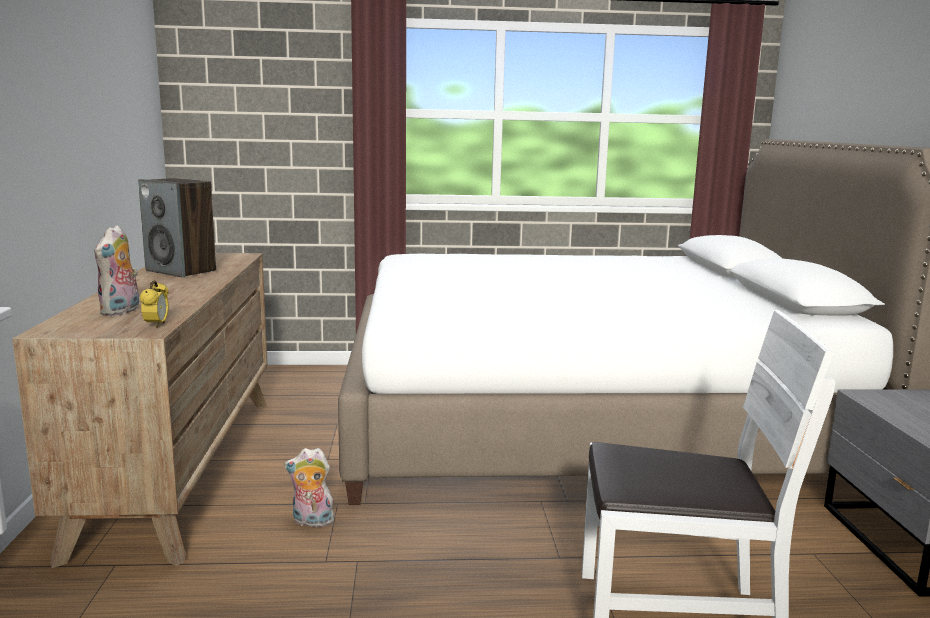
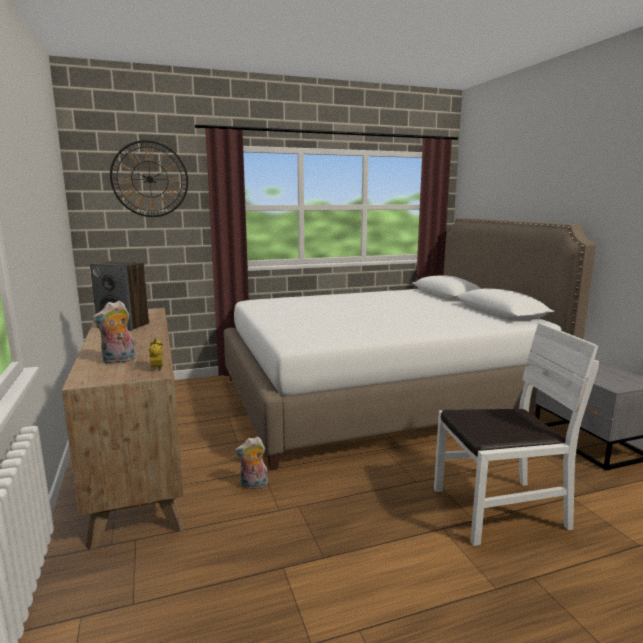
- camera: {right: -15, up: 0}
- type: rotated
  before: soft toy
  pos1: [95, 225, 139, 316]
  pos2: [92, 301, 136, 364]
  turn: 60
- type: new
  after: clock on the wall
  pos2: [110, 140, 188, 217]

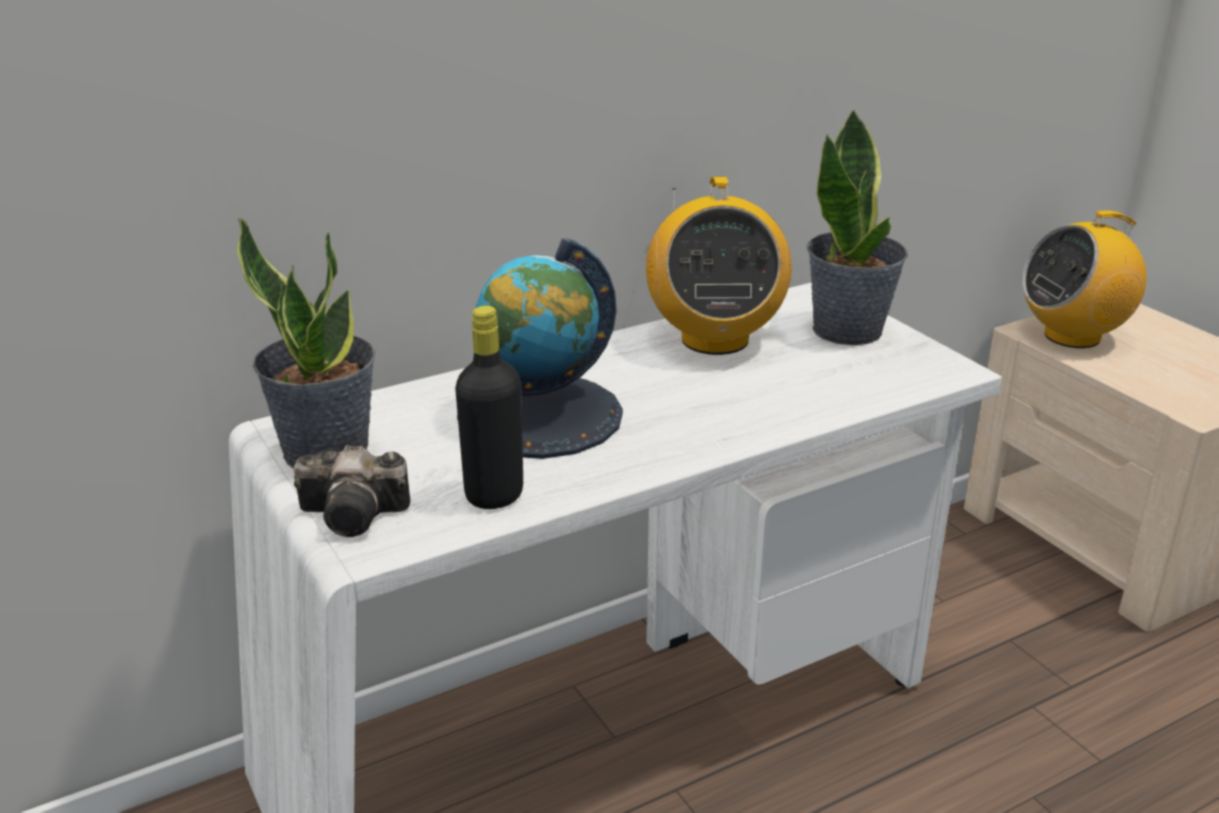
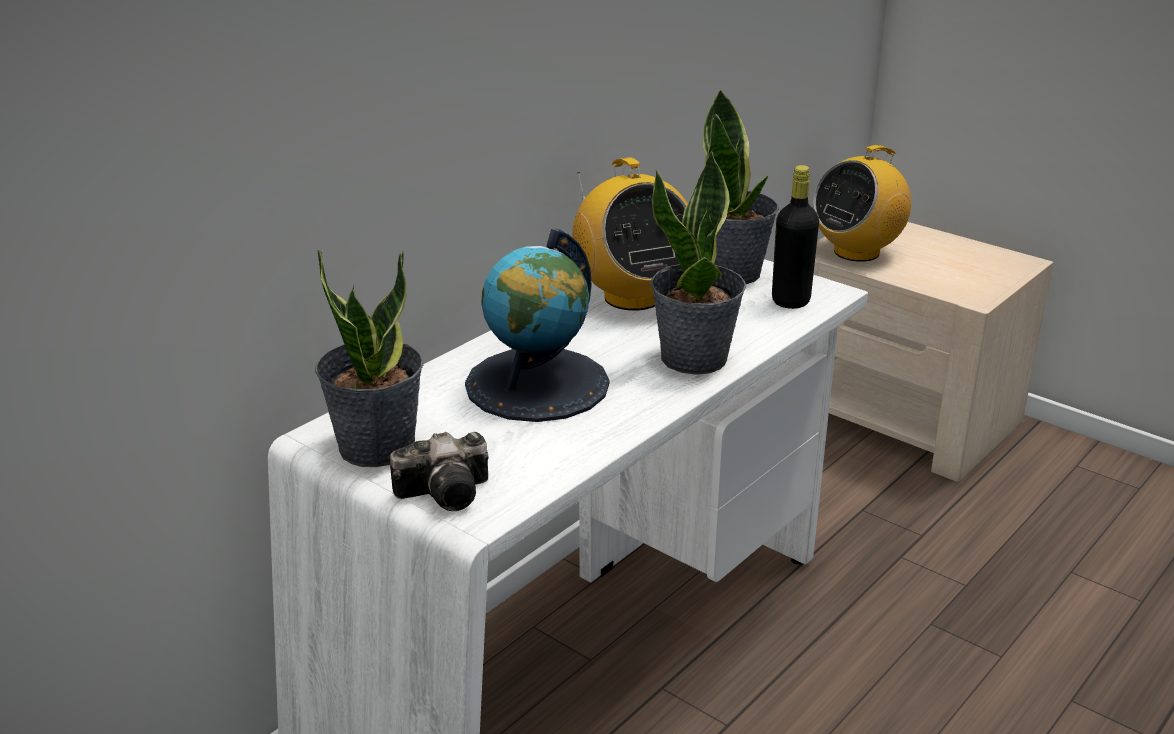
- camera: {right: -20, up: 0}
- type: new
  after: potted plant
  pos2: [651, 151, 746, 375]
- type: shifted
  before: drink bottle (black-coloured)
  pos1: [455, 306, 523, 509]
  pos2: [772, 165, 819, 309]

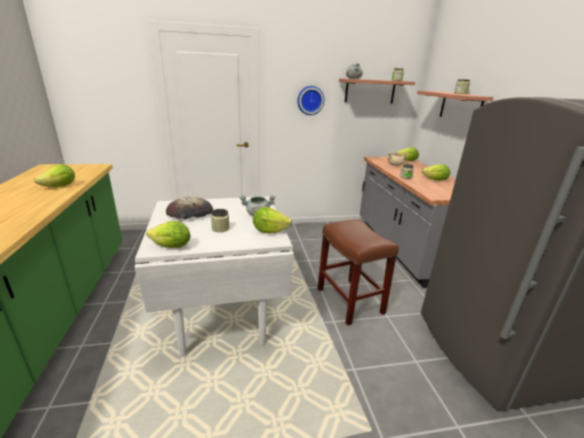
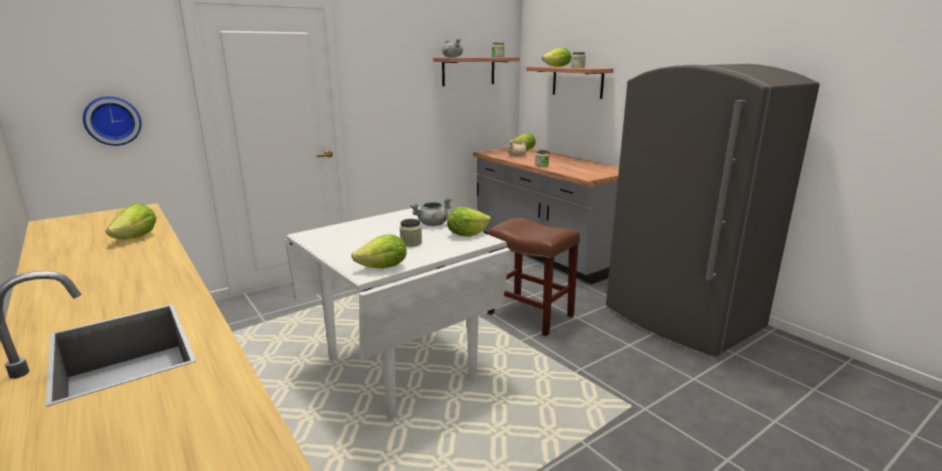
- camera: {right: -25, up: -5}
- type: shifted
  before: clock on the wall
  pos1: [297, 86, 325, 115]
  pos2: [83, 96, 142, 146]
- type: shifted
  before: head of lettuce
  pos1: [422, 164, 450, 181]
  pos2: [542, 47, 571, 67]
- type: gone
  before: bakery bread
  pos1: [166, 197, 213, 220]

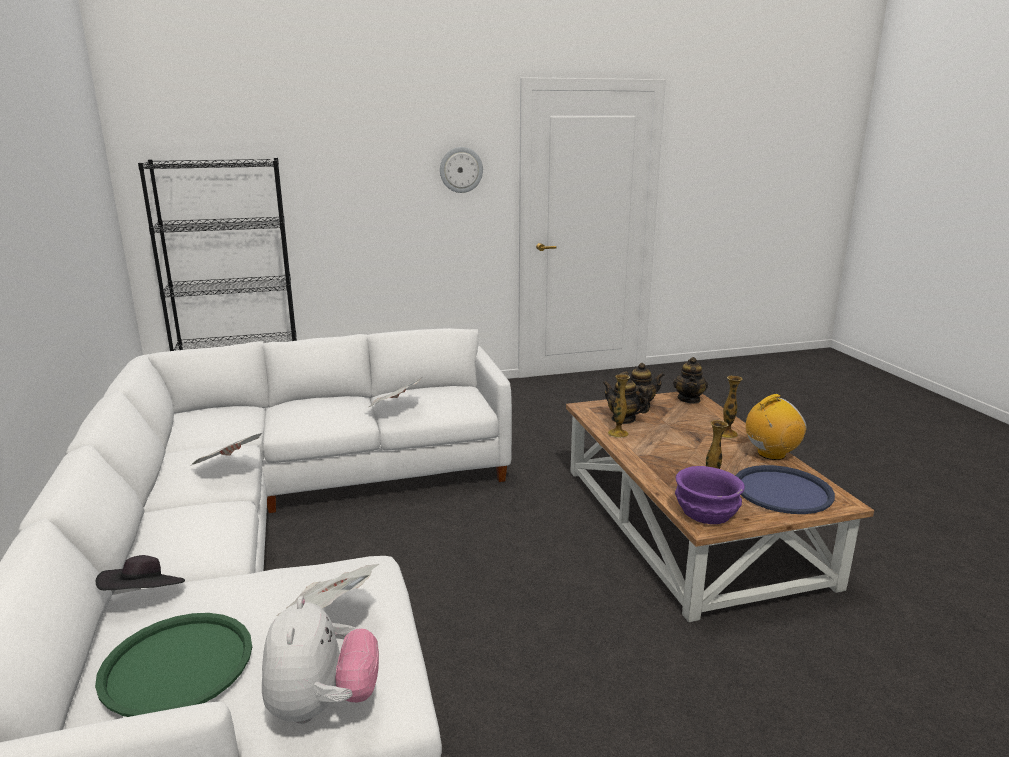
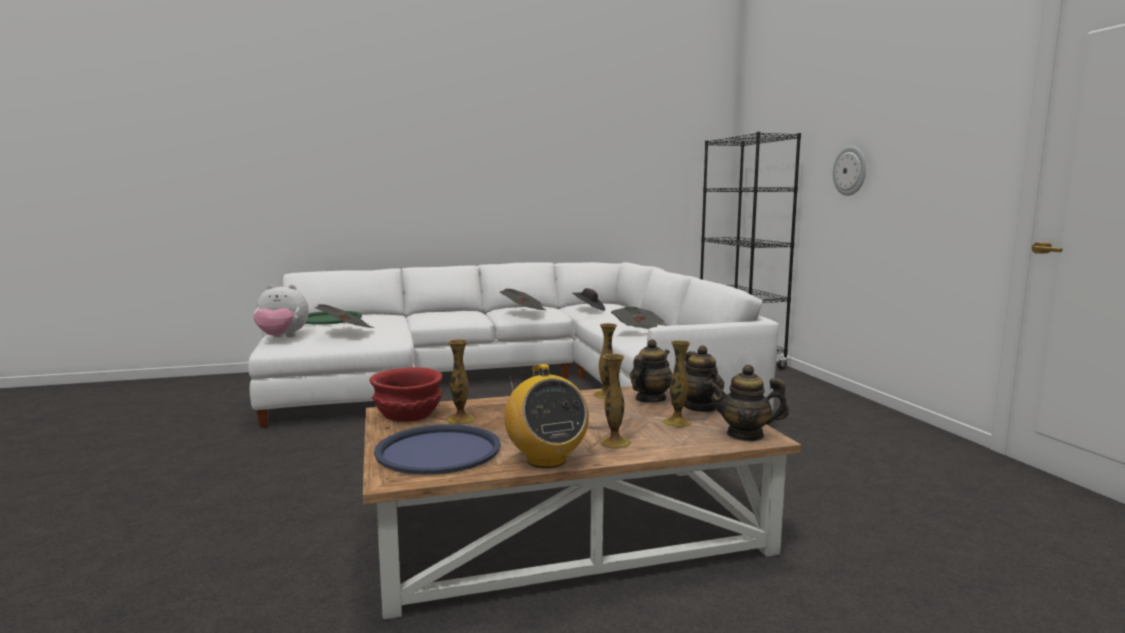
- camera: {right: 90, up: -10}
- type: repainted
  before: bowl (purplish)
  after: bowl (reddish)
  pos1: [675, 466, 745, 524]
  pos2: [369, 367, 442, 422]
- type: shifted
  before: hat (black-coloured)
  pos1: [96, 555, 185, 590]
  pos2: [573, 288, 605, 311]
- type: new
  after: vase
  pos2: [663, 340, 692, 427]
- type: shifted
  before: clock on the wall
  pos1: [440, 147, 483, 193]
  pos2: [833, 146, 866, 196]

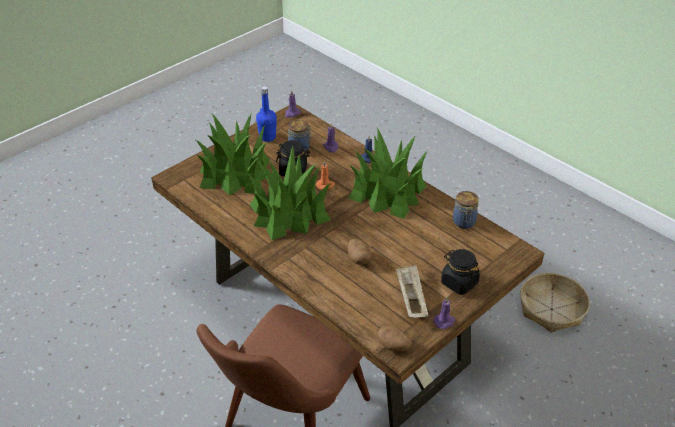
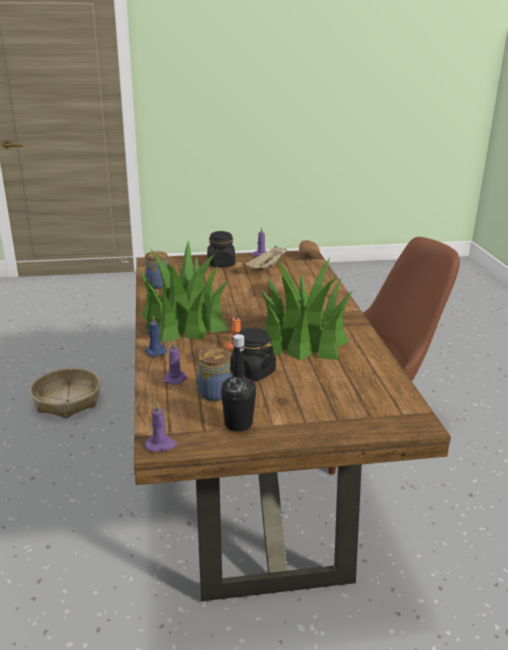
- camera: {right: -145, up: -15}
- type: repainted
  before: drink bottle (blue-coloured)
  after: drink bottle (black-coloured)
  pos1: [256, 86, 277, 142]
  pos2: [221, 334, 256, 432]
- type: gone
  before: potted plant
  pos1: [194, 114, 270, 195]

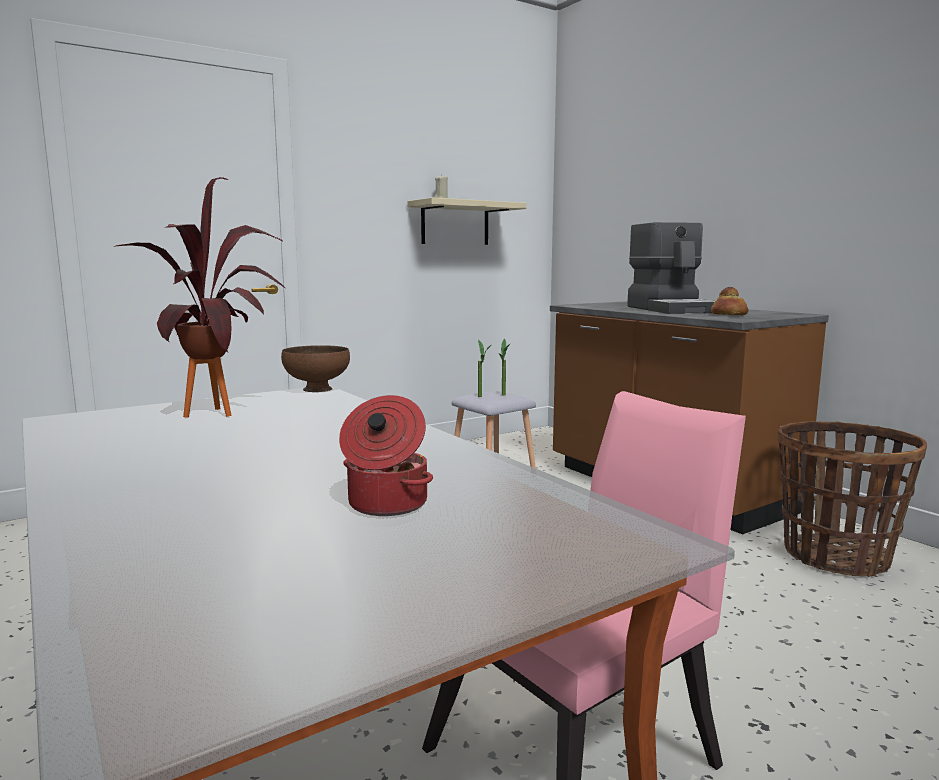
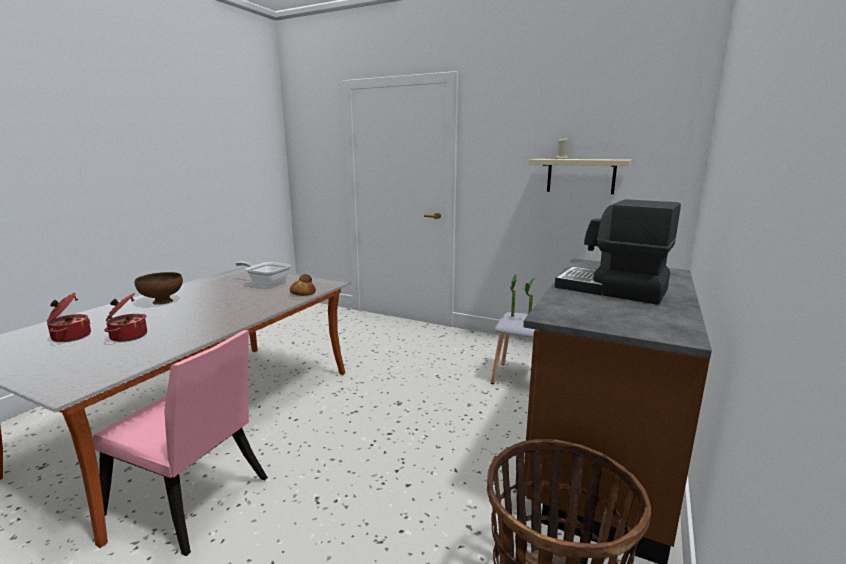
- camera: {right: 60, up: 5}
- type: new
  after: stockpot
  pos2: [47, 293, 91, 342]
- type: shifted
  before: bowl (brown)
  pos1: [281, 345, 350, 392]
  pos2: [135, 272, 183, 305]
- type: swapped
  before: potted plant
  after: pan
  pos1: [116, 177, 285, 417]
  pos2: [236, 261, 291, 287]
- type: shifted
  before: bakery bread
  pos1: [711, 287, 748, 315]
  pos2: [290, 274, 316, 296]
- type: rotated
  before: coffee machine
  pos1: [627, 222, 715, 314]
  pos2: [555, 199, 681, 305]
  turn: 75

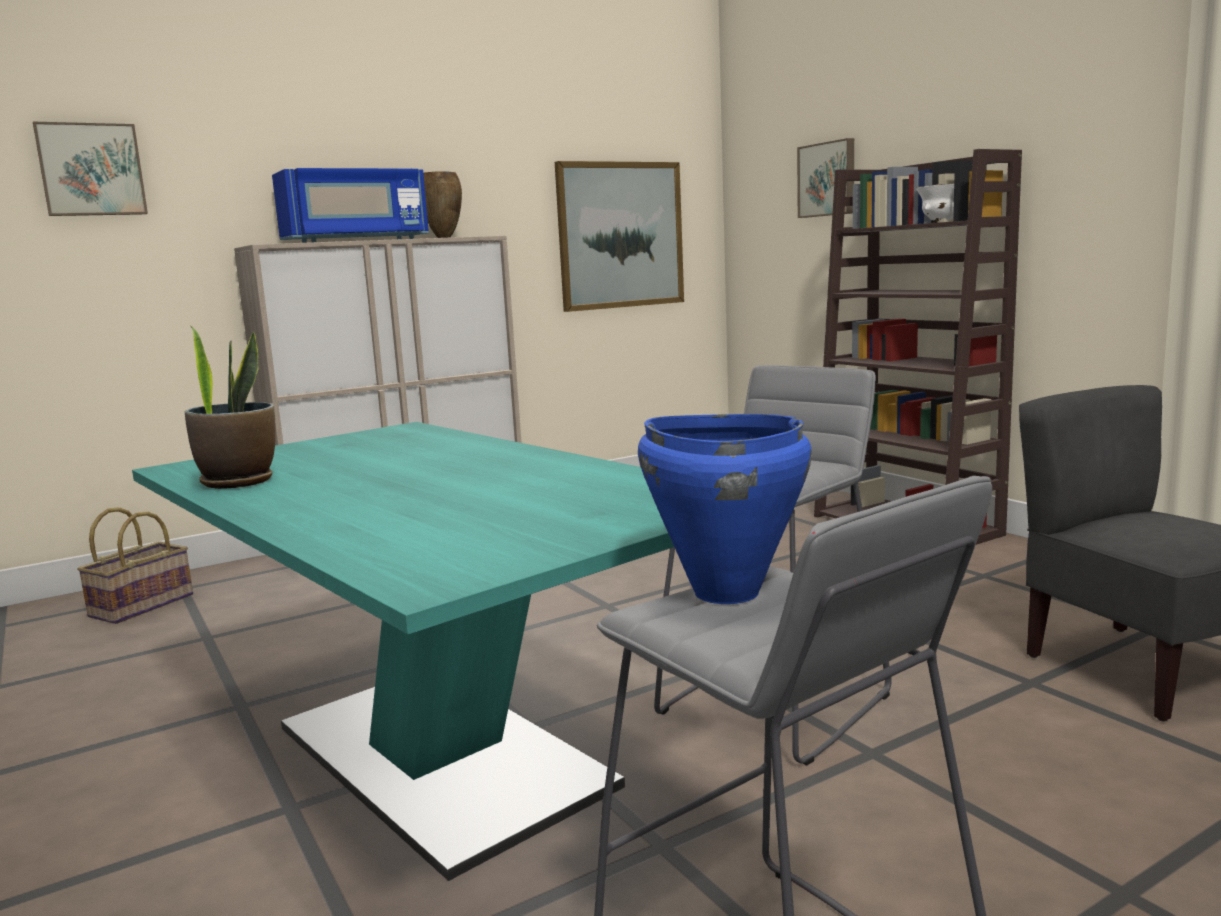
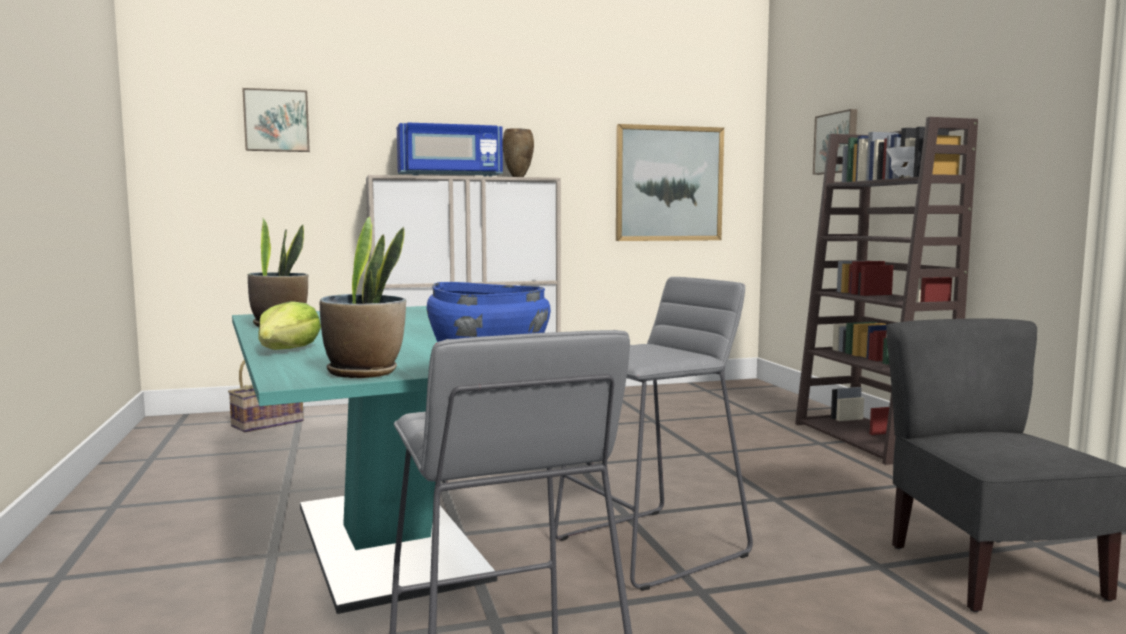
- camera: {right: 15, up: -5}
- type: new
  after: head of lettuce
  pos2: [258, 301, 321, 350]
- type: new
  after: potted plant
  pos2: [320, 216, 406, 378]

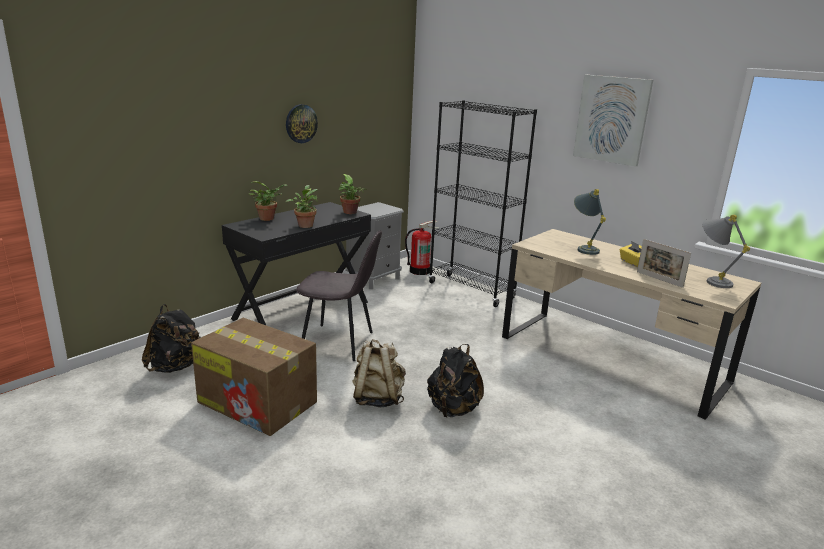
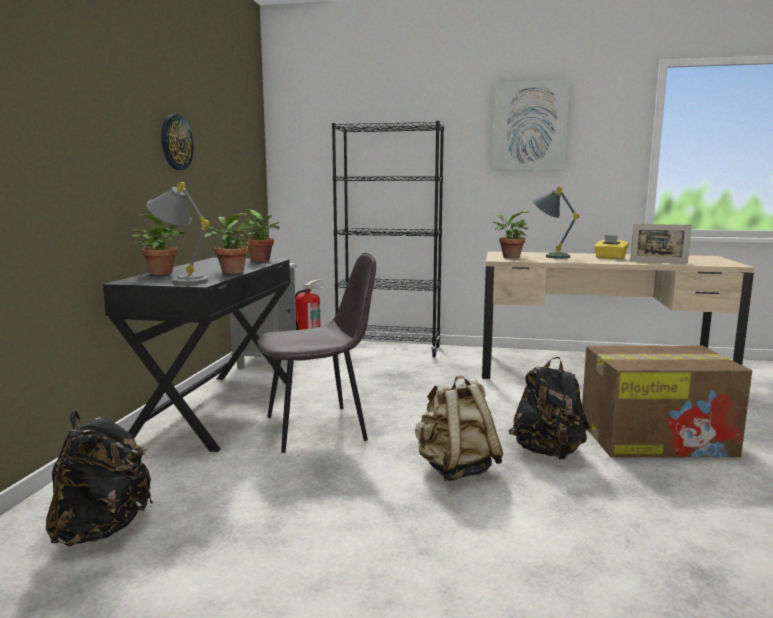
- camera: {right: -30, up: -10}
- type: shifted
  before: lamp for a table (greyish)
  pos1: [702, 215, 750, 288]
  pos2: [147, 182, 209, 285]
- type: new
  after: potted plant
  pos2: [493, 211, 529, 258]
- type: shifted
  before: packing box
  pos1: [191, 318, 317, 436]
  pos2: [582, 346, 752, 458]

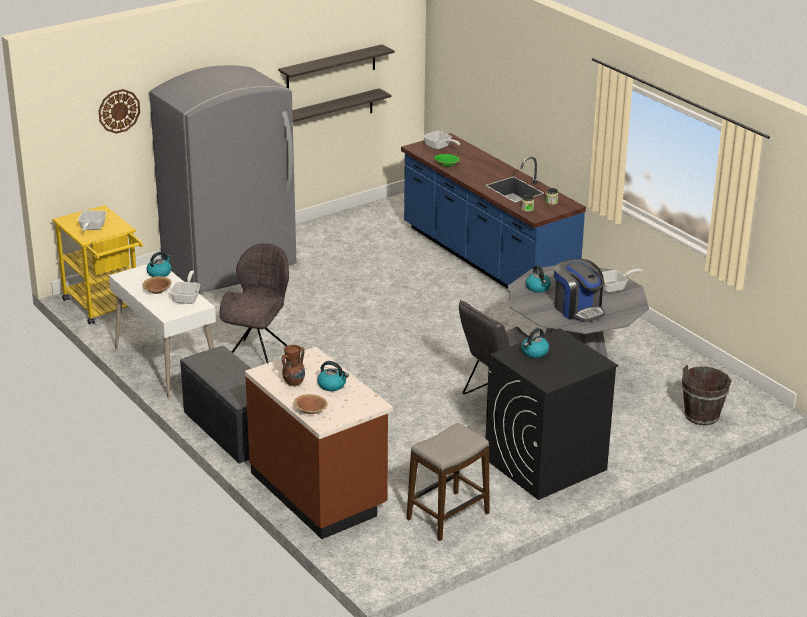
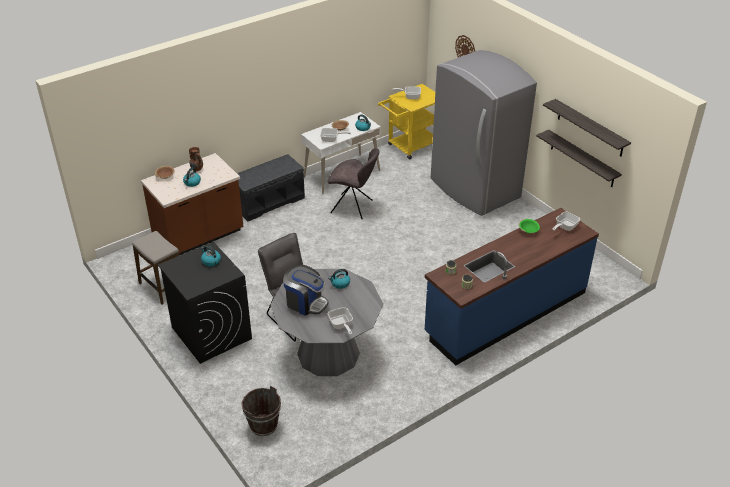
- camera: {right: 90, up: 10}
- type: rotated
  before: coffee machine
  pos1: [554, 259, 605, 322]
  pos2: [283, 265, 329, 316]
  turn: -120

